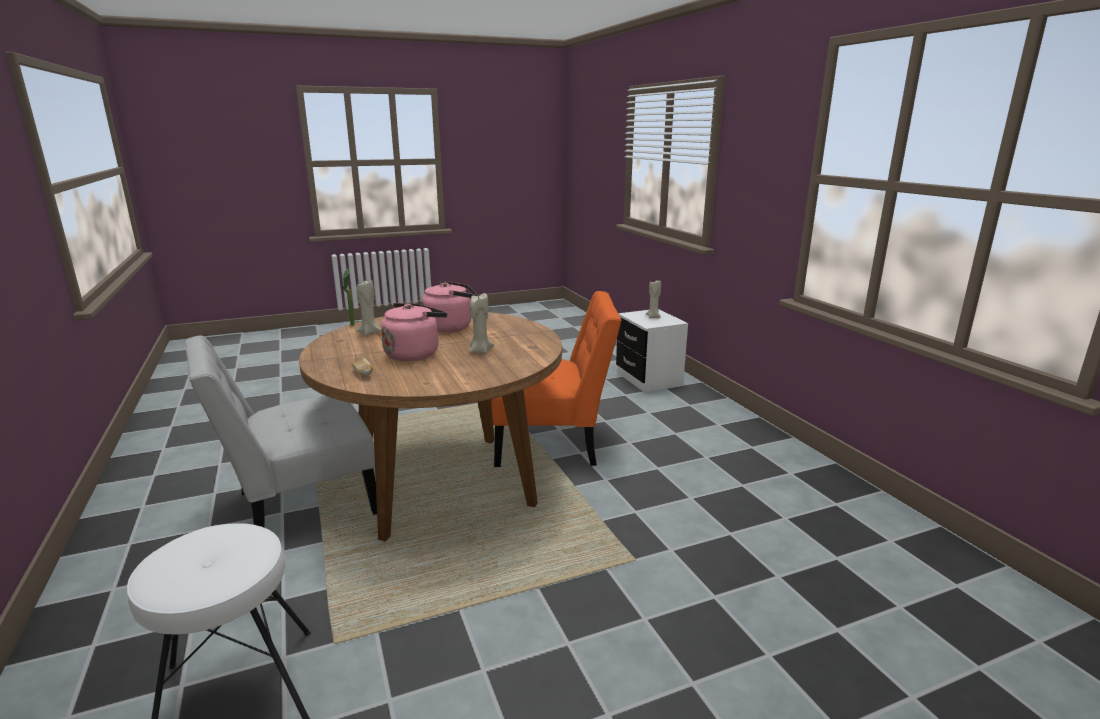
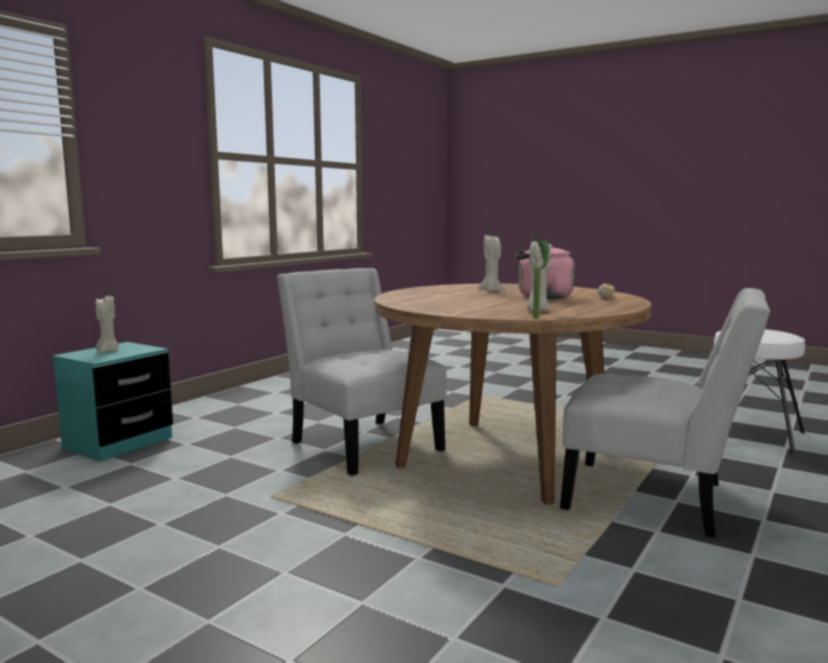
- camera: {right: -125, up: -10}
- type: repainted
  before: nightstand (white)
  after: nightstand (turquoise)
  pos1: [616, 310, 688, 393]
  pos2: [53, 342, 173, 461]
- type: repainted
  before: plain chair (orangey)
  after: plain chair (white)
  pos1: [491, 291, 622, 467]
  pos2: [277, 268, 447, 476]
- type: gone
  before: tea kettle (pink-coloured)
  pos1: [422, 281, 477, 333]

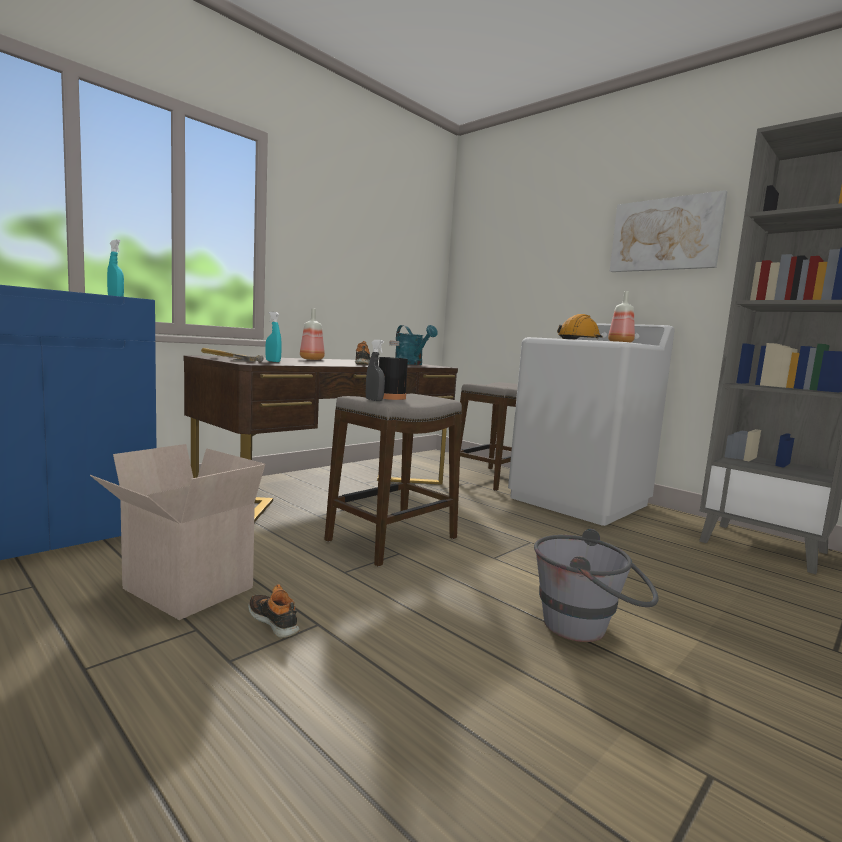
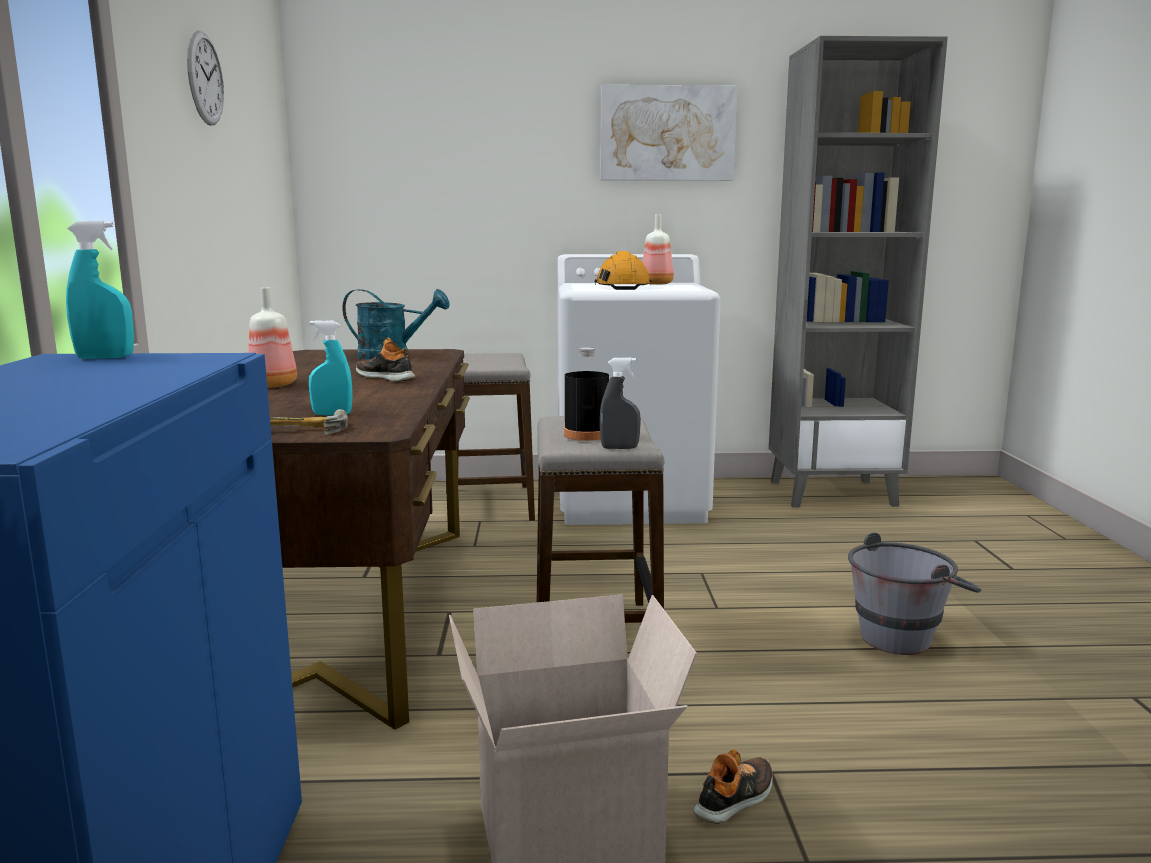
- camera: {right: -45, up: 5}
- type: new
  after: clock on the wall
  pos2: [187, 30, 224, 126]
- type: rotated
  before: low shoe
  pos1: [248, 584, 300, 638]
  pos2: [693, 749, 773, 824]
  turn: 135

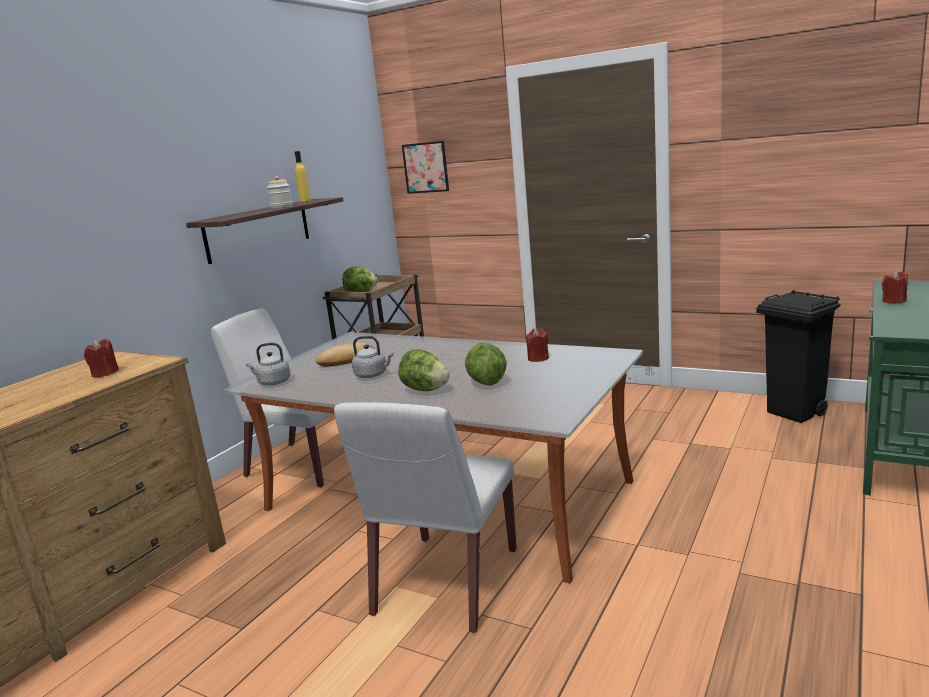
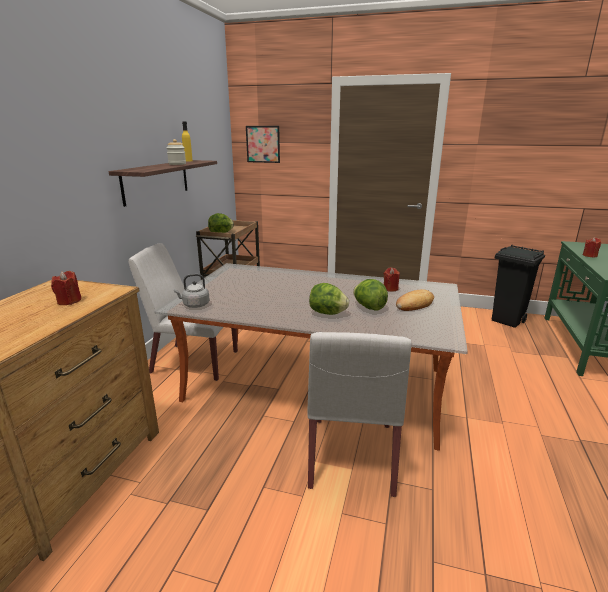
- camera: {right: -15, up: 5}
- type: shifted
  before: bakery bread
  pos1: [315, 342, 375, 367]
  pos2: [396, 289, 434, 311]
- type: gone
  before: tea kettle (greyish)
  pos1: [352, 336, 393, 378]

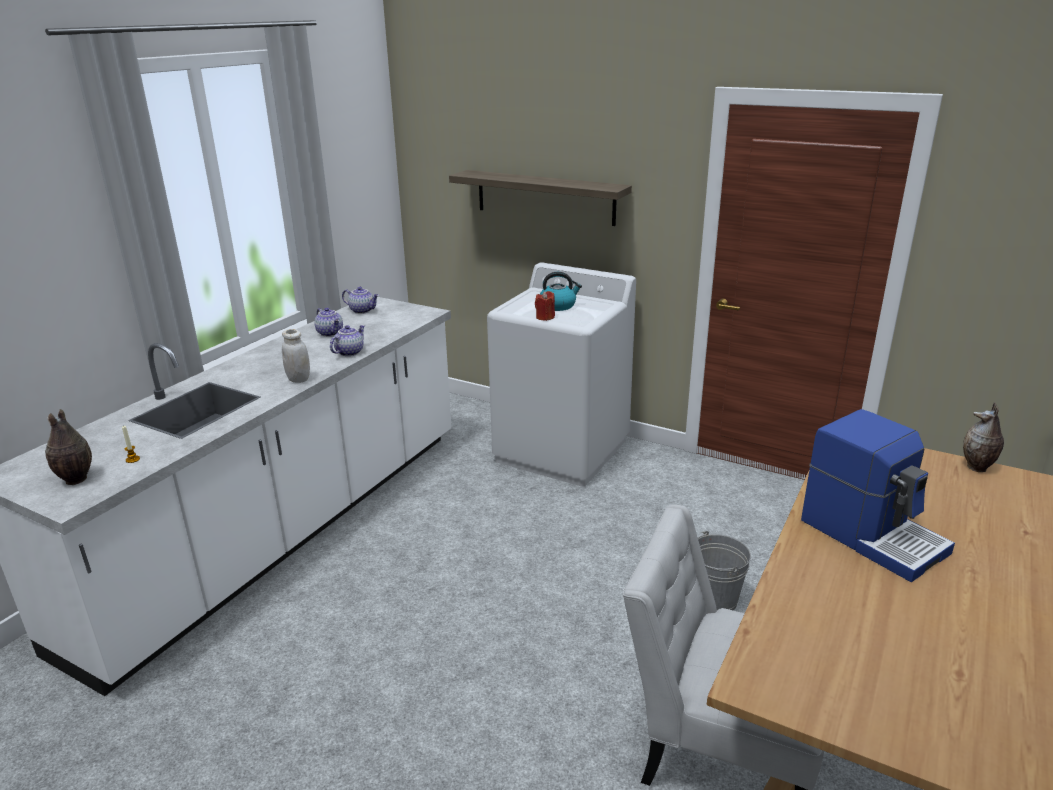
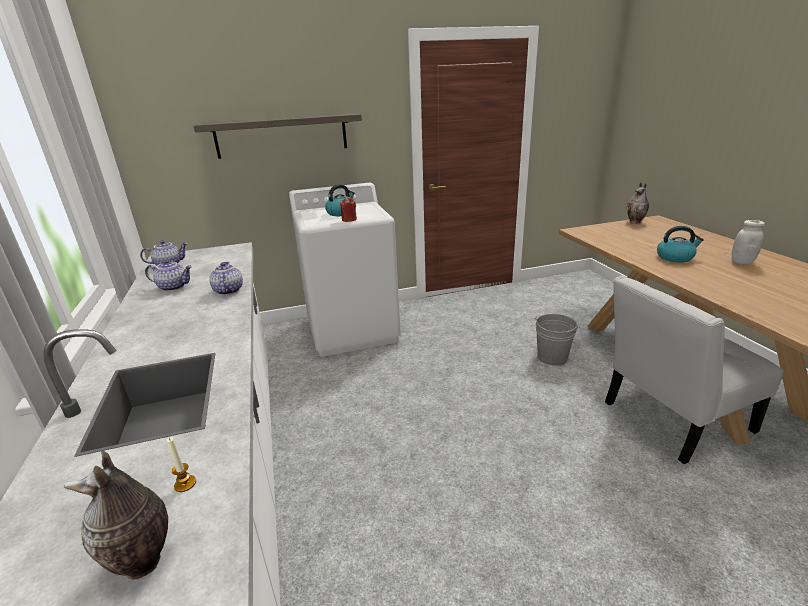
- camera: {right: -45, up: 0}
- type: swapped
  before: coffee machine
  after: tea kettle
  pos1: [801, 409, 955, 582]
  pos2: [657, 226, 704, 262]
- type: shifted
  before: jar (white)
  pos1: [282, 329, 310, 383]
  pos2: [732, 220, 765, 264]

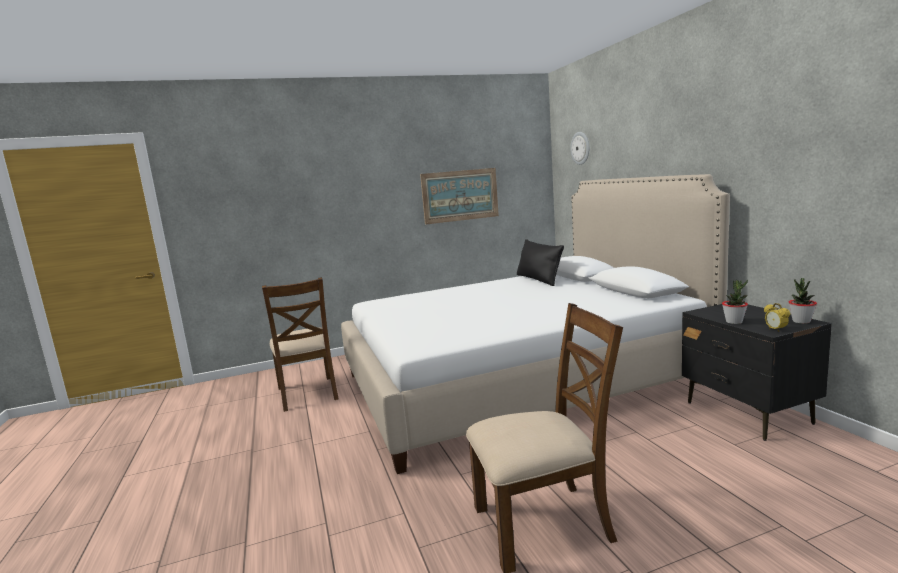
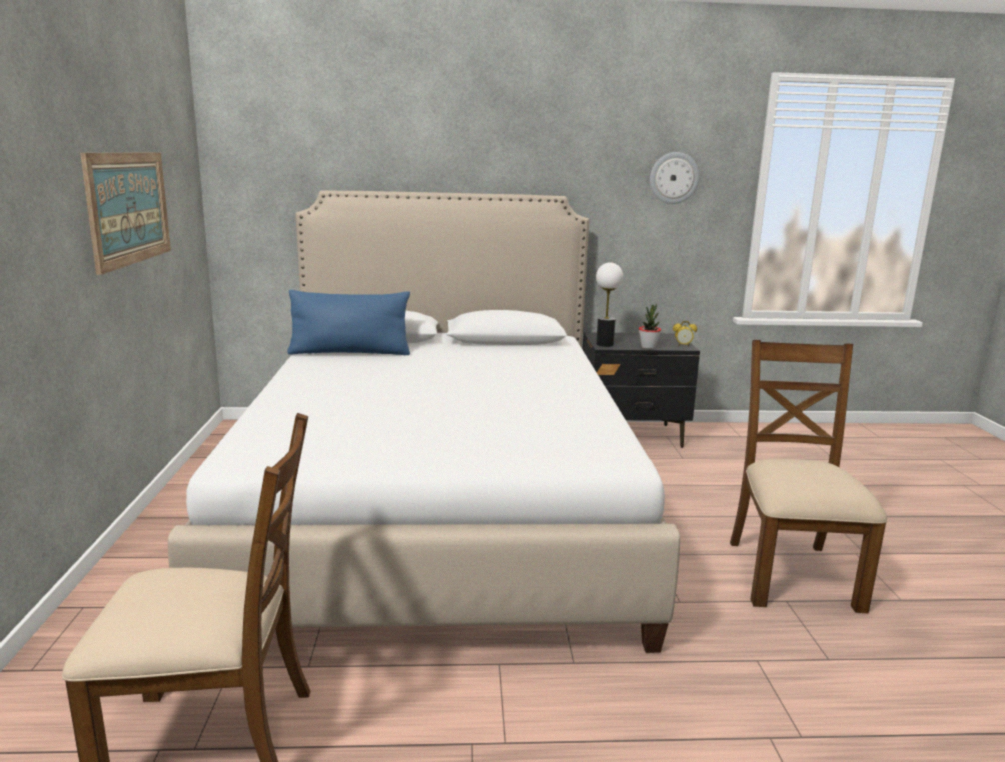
- camera: {right: -75, up: 5}
- type: repainted
  before: pillow (black-coloured)
  after: pillow (blue-coloured)
  pos1: [517, 239, 564, 286]
  pos2: [287, 290, 410, 355]
- type: new
  after: lamp for a table
  pos2: [596, 262, 623, 347]
- type: shifted
  before: clock on the wall
  pos1: [570, 132, 589, 165]
  pos2: [650, 152, 700, 204]
- type: gone
  before: potted plant
  pos1: [789, 278, 817, 324]

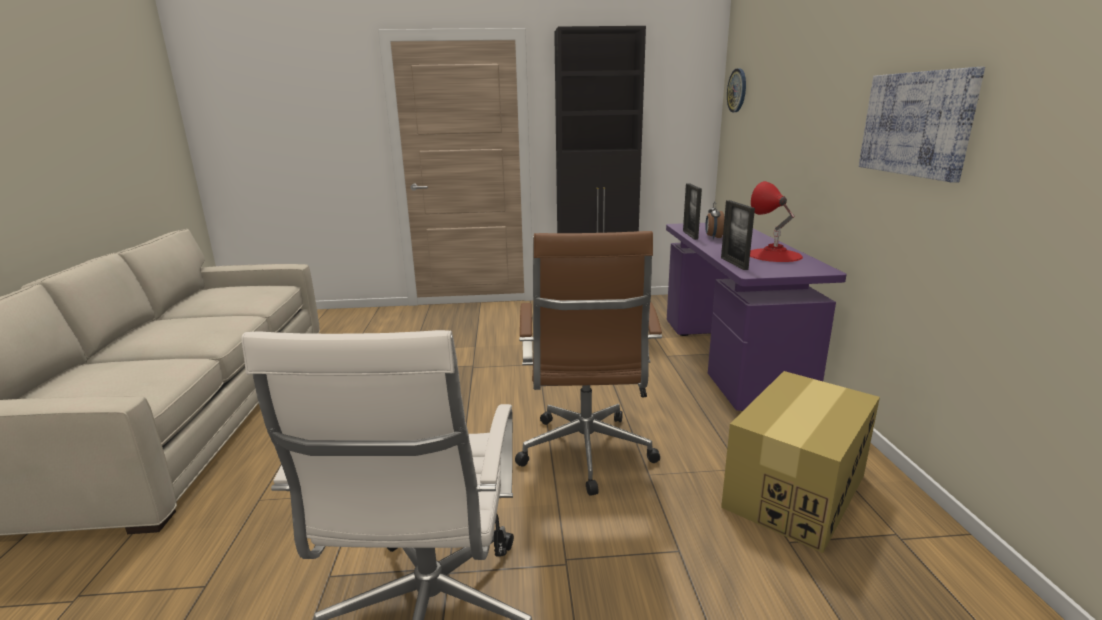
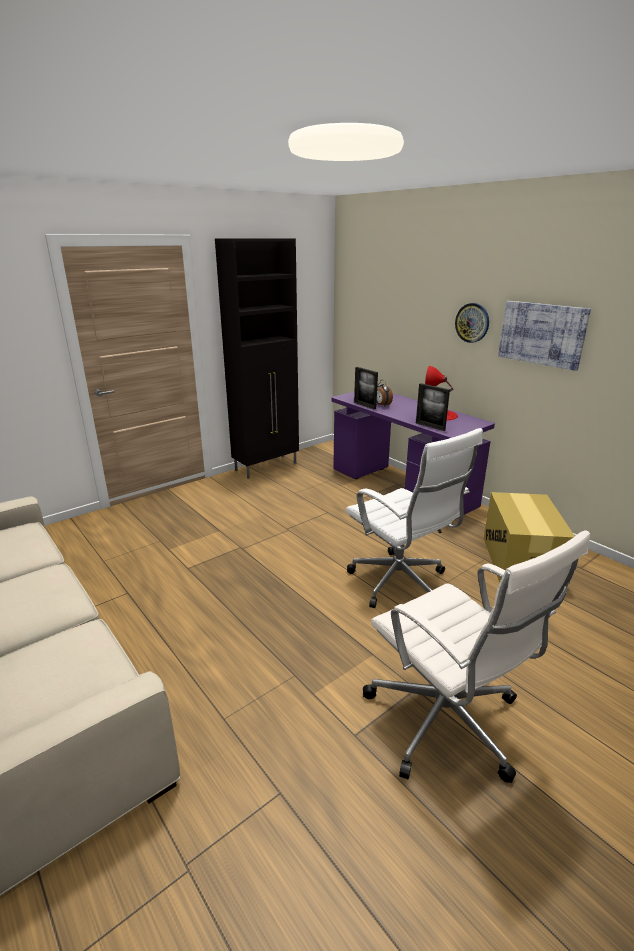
- camera: {right: -35, up: 5}
- type: repainted
  before: desk chair (brown)
  after: desk chair (white)
  pos1: [515, 231, 662, 496]
  pos2: [346, 428, 483, 608]
- type: shifted
  before: clock on the wall
  pos1: [727, 68, 746, 112]
  pos2: [455, 303, 489, 343]

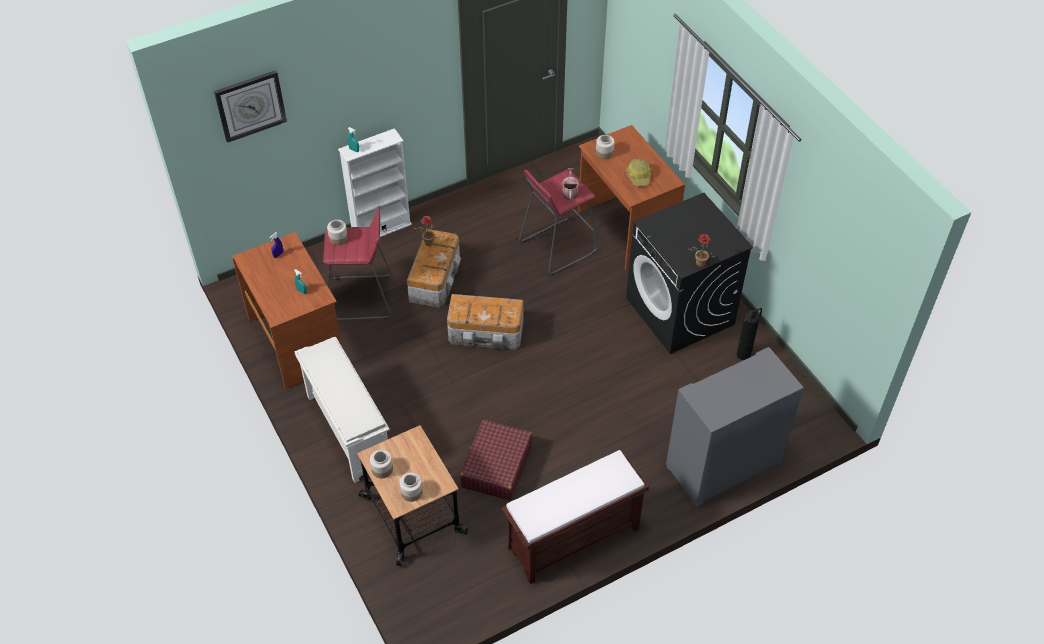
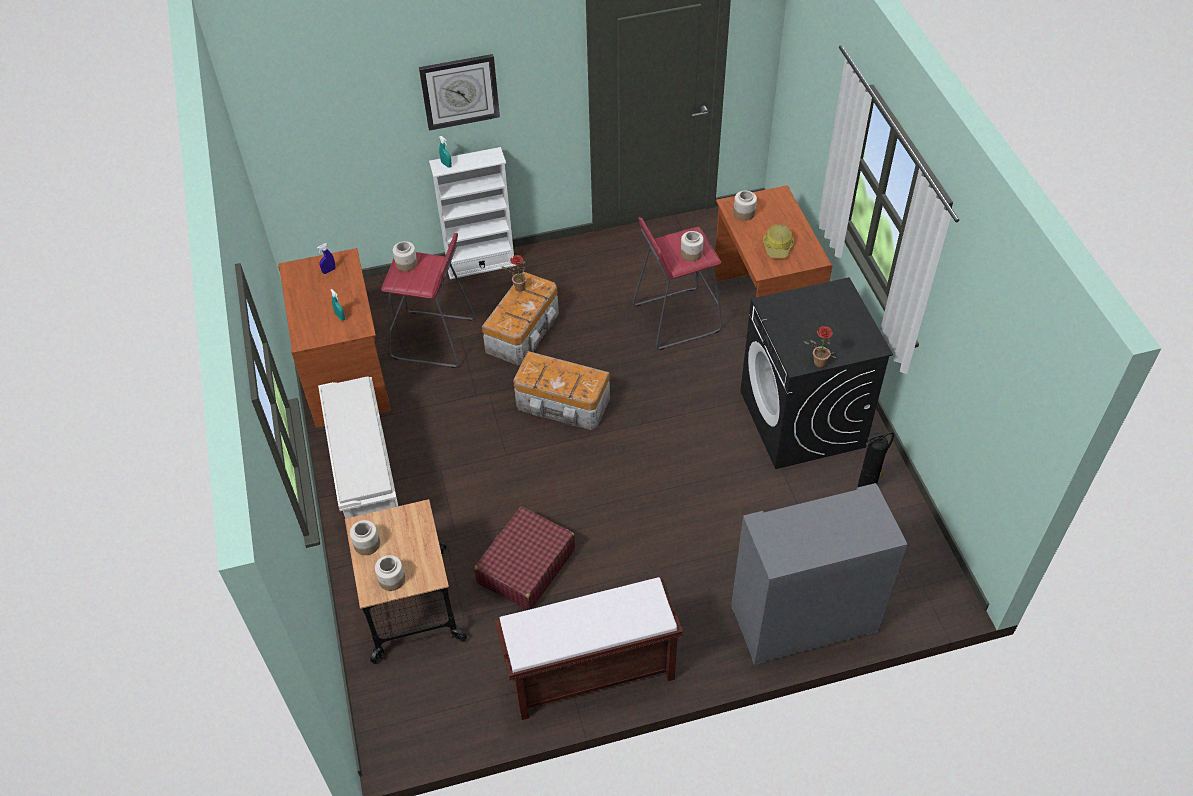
- camera: {right: 15, up: 0}
- type: shifted
  before: clock on the wall
  pos1: [214, 70, 287, 143]
  pos2: [419, 54, 500, 131]
- type: swapped
  before: watering pot
  after: jar
  pos1: [561, 168, 580, 201]
  pos2: [681, 231, 704, 261]

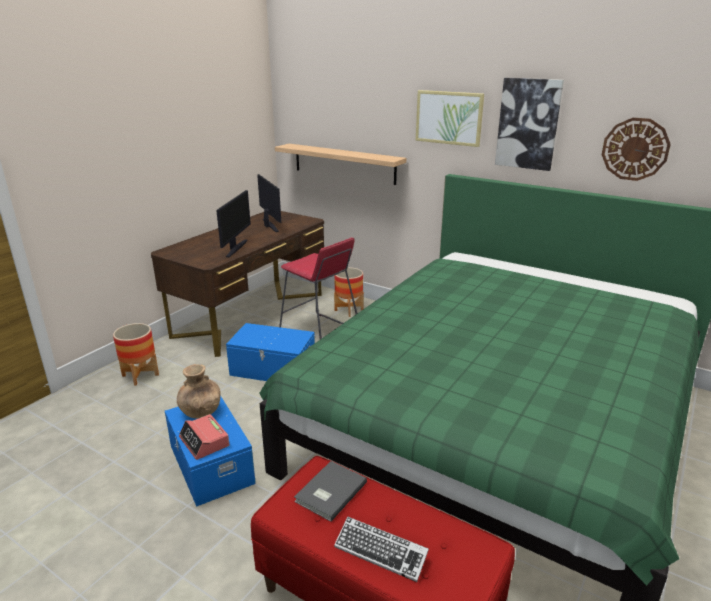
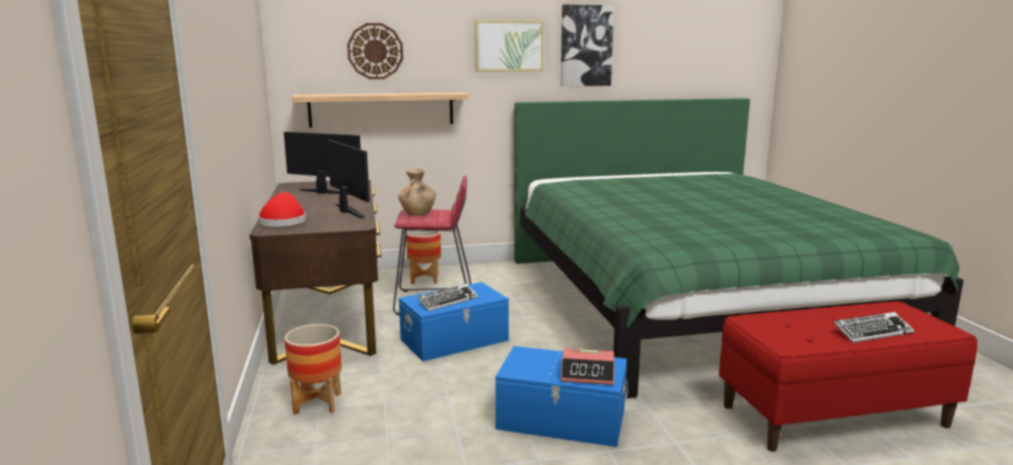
- camera: {right: -45, up: -10}
- type: new
  after: hat (reddish)
  pos2: [258, 192, 306, 227]
- type: shifted
  before: clock on the wall
  pos1: [602, 118, 671, 181]
  pos2: [347, 23, 403, 79]
- type: shifted
  before: vase (brown)
  pos1: [177, 364, 221, 418]
  pos2: [398, 169, 436, 216]
- type: new
  after: PC keyboard
  pos2: [417, 283, 478, 311]
- type: gone
  before: bound book (greyish)
  pos1: [294, 461, 367, 522]

